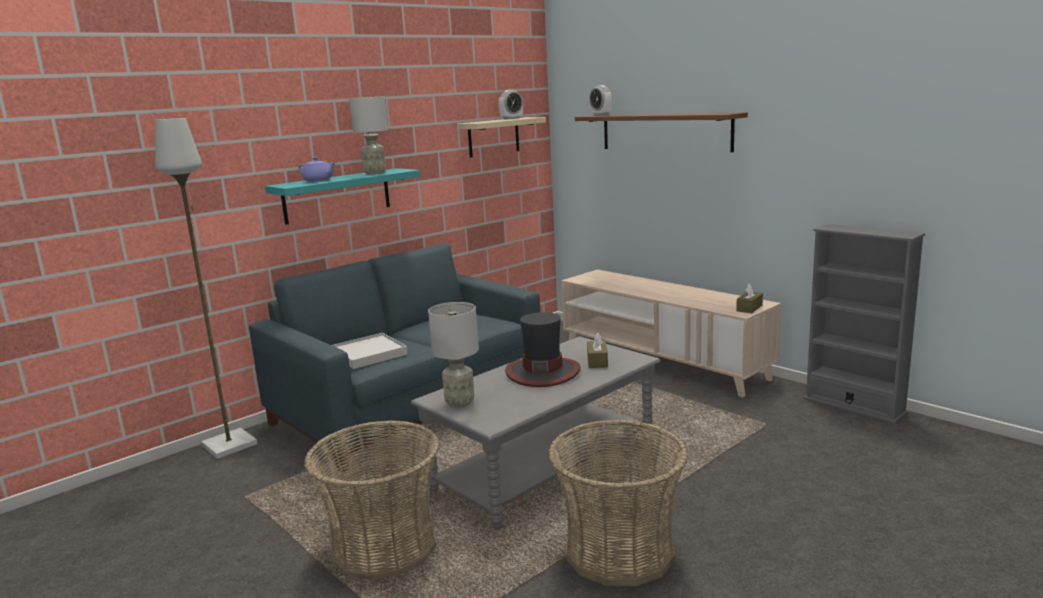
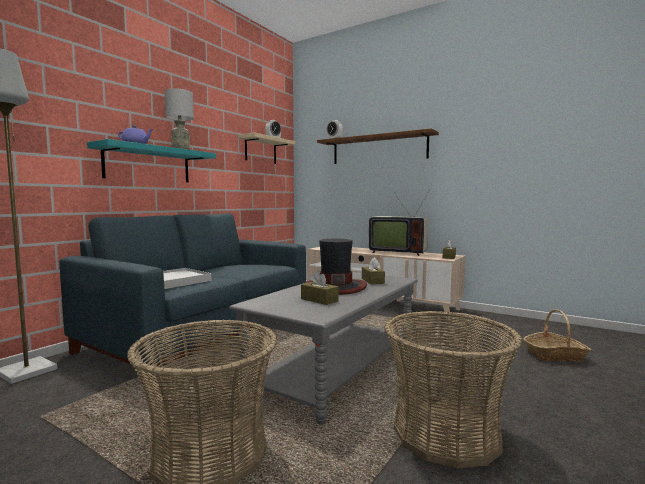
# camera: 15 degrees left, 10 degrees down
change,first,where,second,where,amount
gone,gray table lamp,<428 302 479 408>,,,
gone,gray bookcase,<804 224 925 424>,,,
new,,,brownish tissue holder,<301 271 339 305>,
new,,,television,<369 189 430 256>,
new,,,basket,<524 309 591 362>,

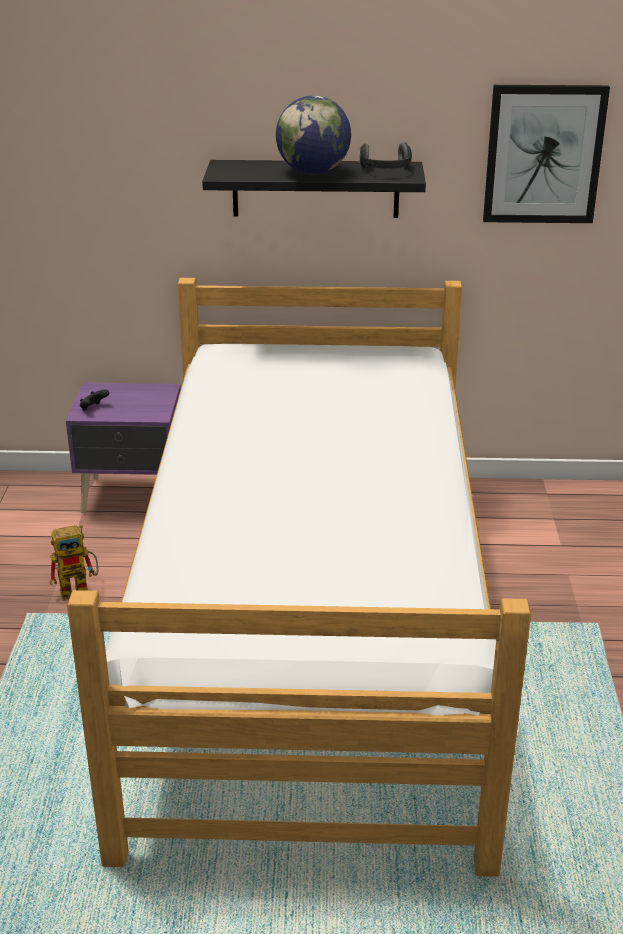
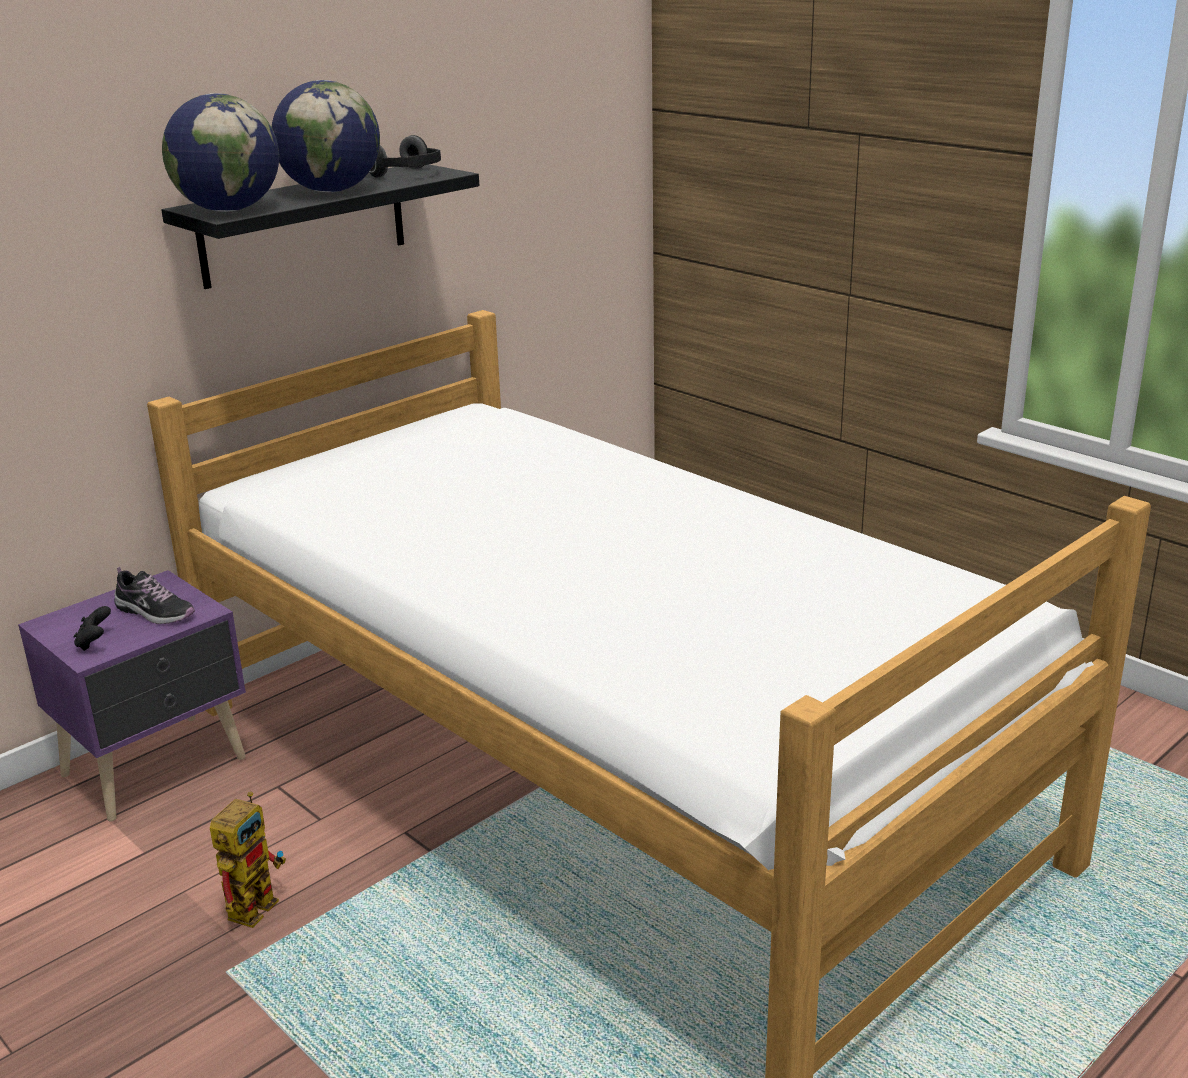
# camera: 45 degrees left, 5 degrees down
change,first,where,second,where,amount
gone,wall picture,<483 85 610 223>,,,
new,,,low shoe,<114 567 195 624>,
new,,,world globe,<162 93 279 212>,

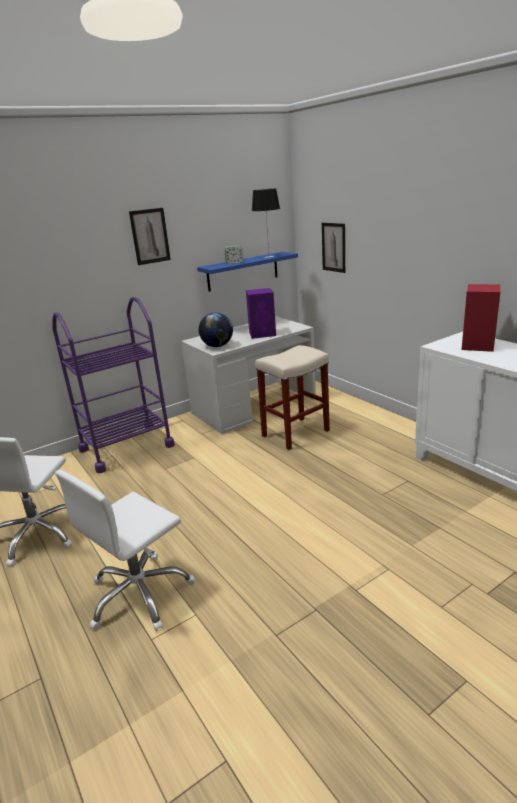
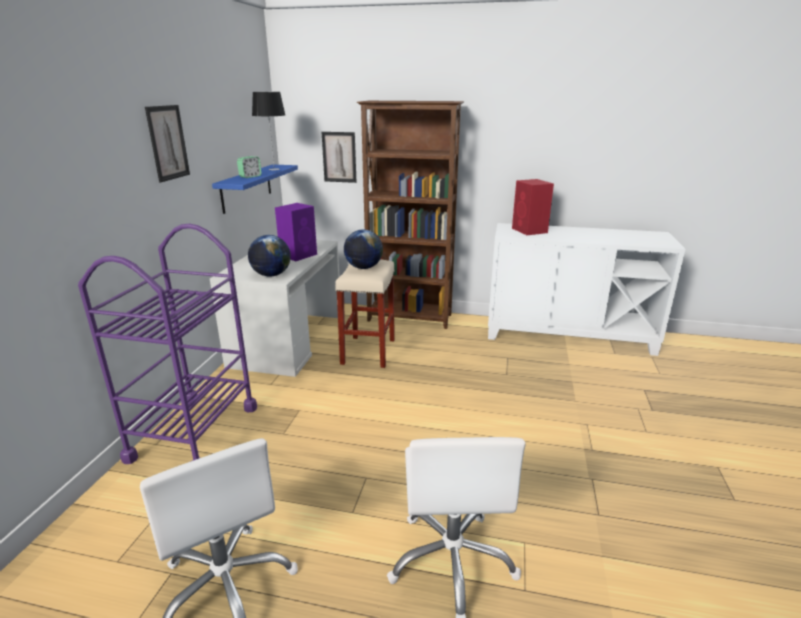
# camera: 45 degrees left, 0 degrees up
change,first,where,second,where,amount
new,,,world globe,<344 229 383 269>,
new,,,brownish bookcase,<357 101 464 329>,

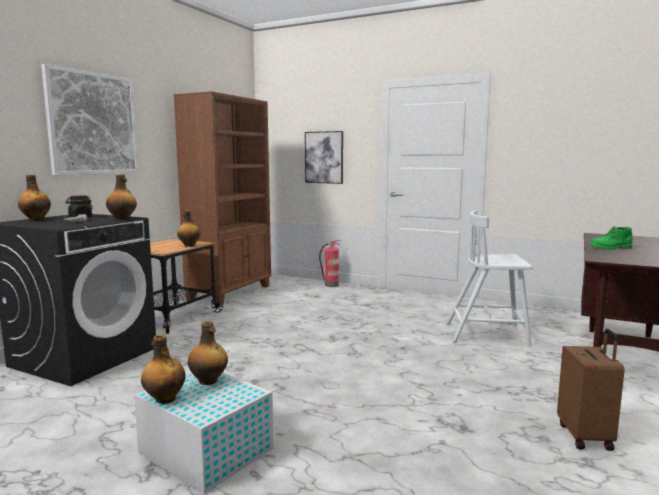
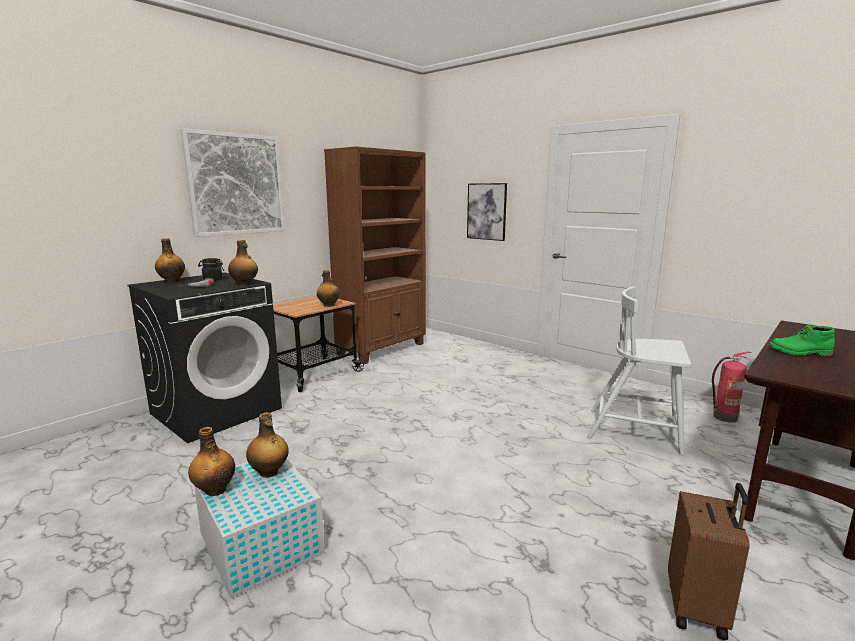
# camera: 15 degrees right, 5 degrees up
change,first,where,second,where,amount
shifted,fire extinguisher,<319 240 340 287>,,<712 352 752 423>,

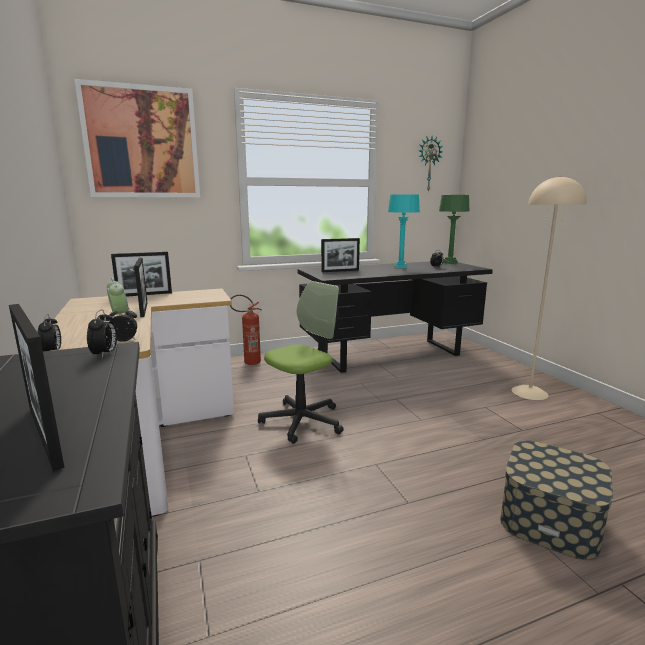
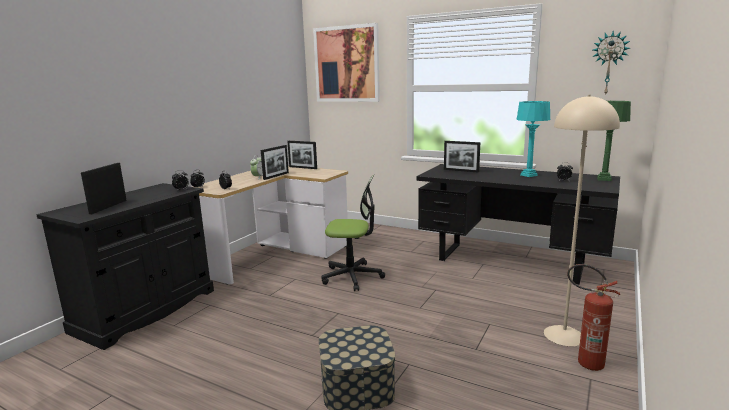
# camera: 50 degrees right, 0 degrees up
change,first,where,second,where,amount
shifted,fire extinguisher,<230 295 262 365>,,<567 264 620 371>,

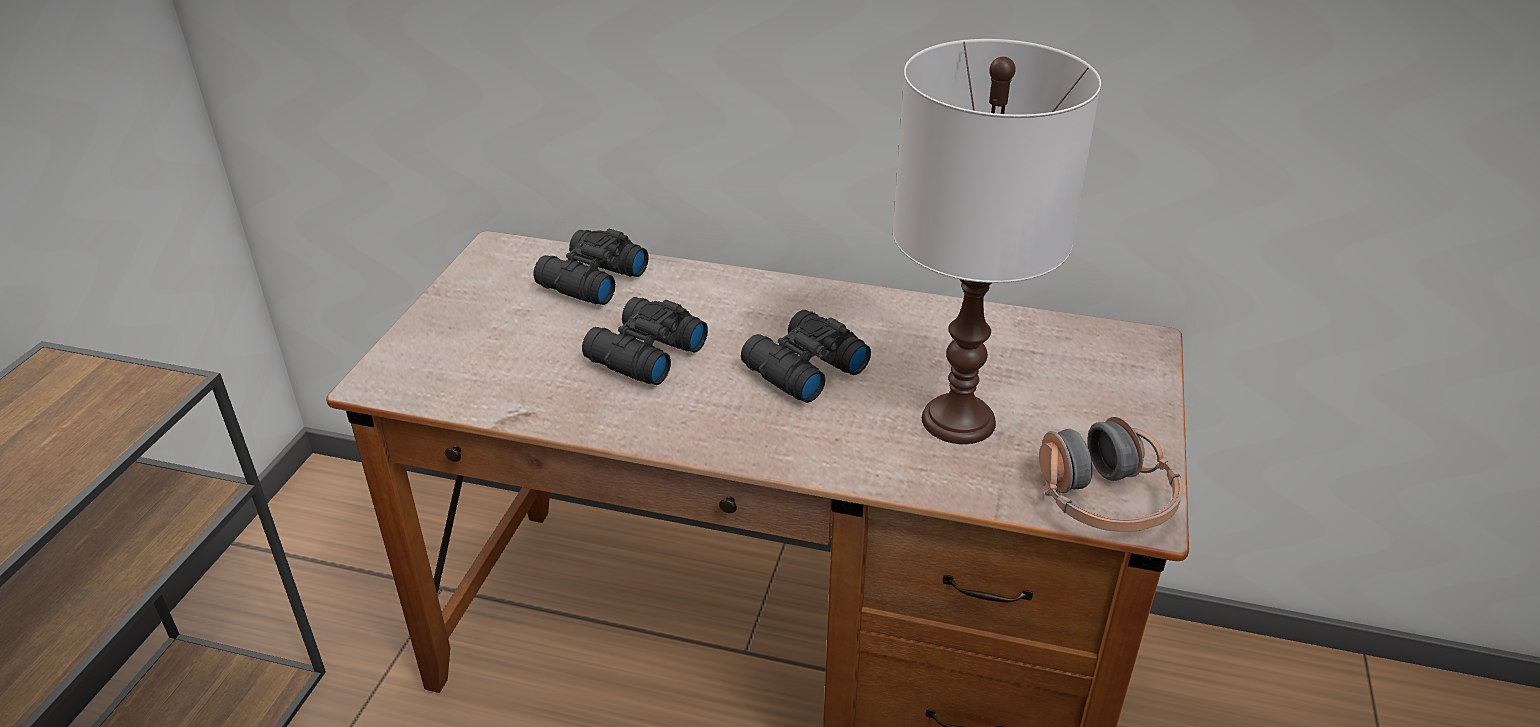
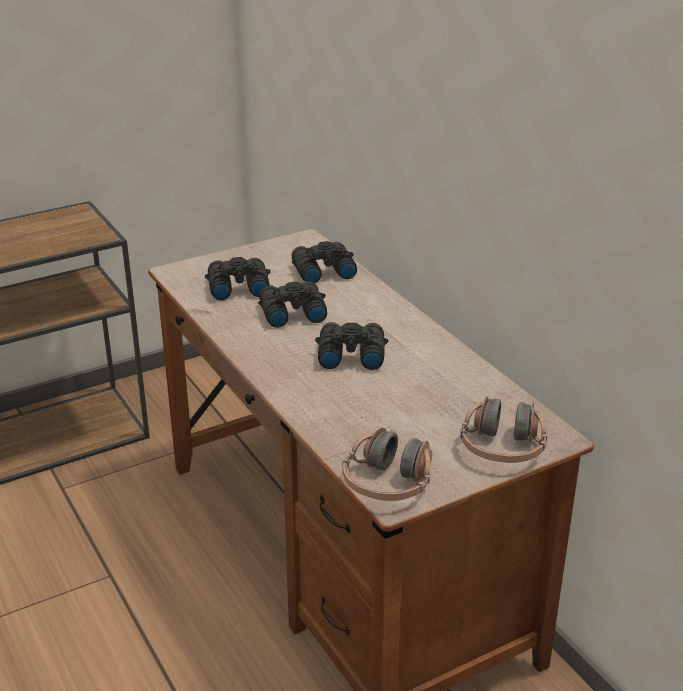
# camera: 45 degrees right, 5 degrees down
change,first,where,second,where,amount
gone,whitish table lamp,<893 39 1101 444>,,,
new,,,black-coloured binoculars,<205 257 270 300>,
new,,,headphones,<460 396 547 463>,

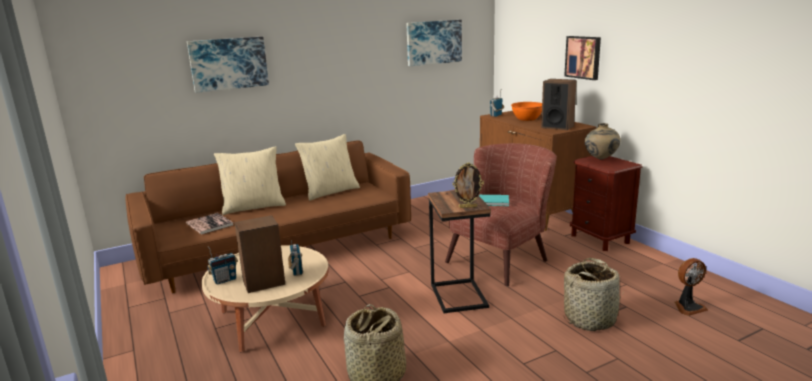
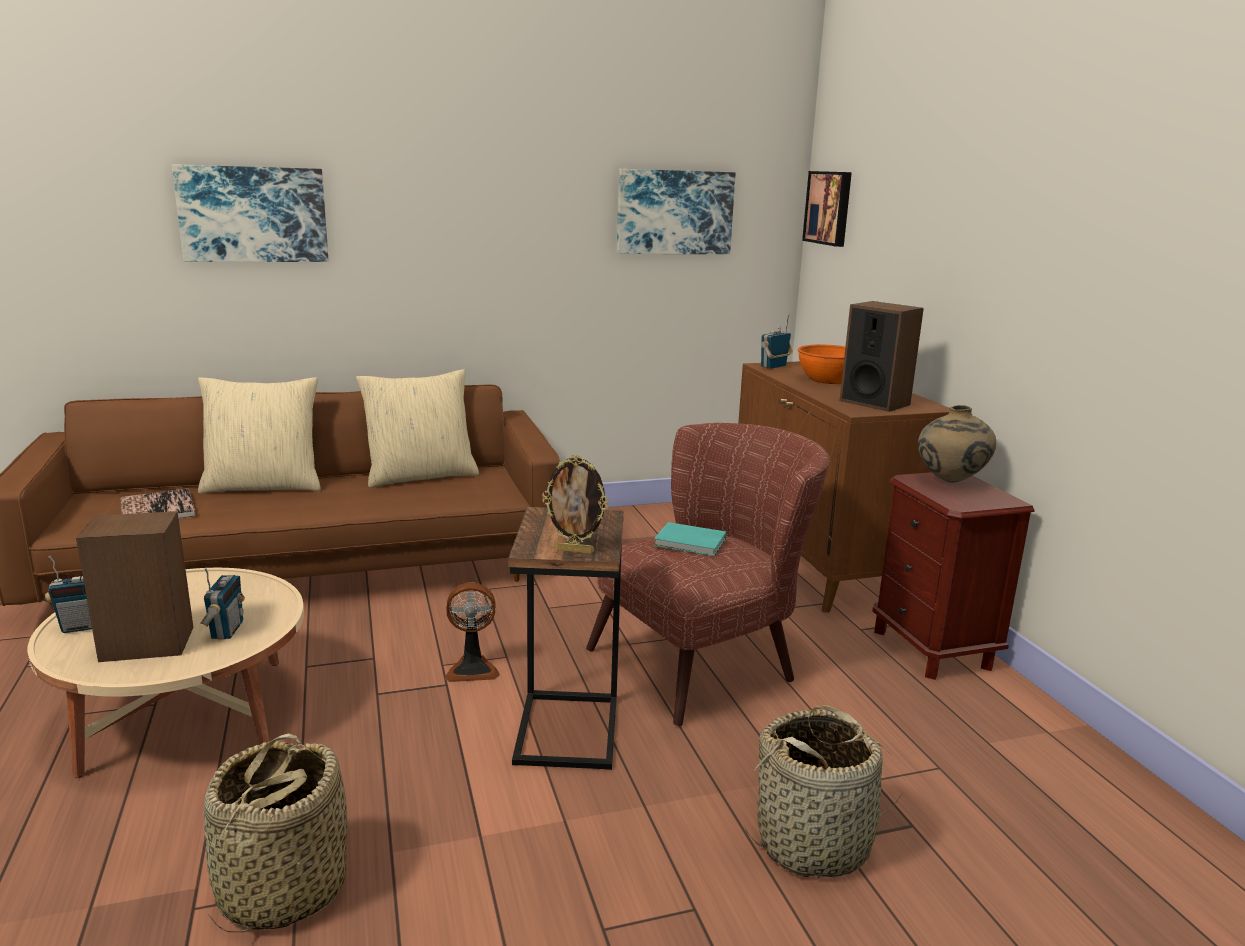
# camera: 10 degrees right, 0 degrees up
change,first,where,second,where,amount
shifted,wall picture,<564 36 601 80>,,<802 171 852 247>,
shifted,electric fan,<674 258 708 316>,,<445 583 499 682>,

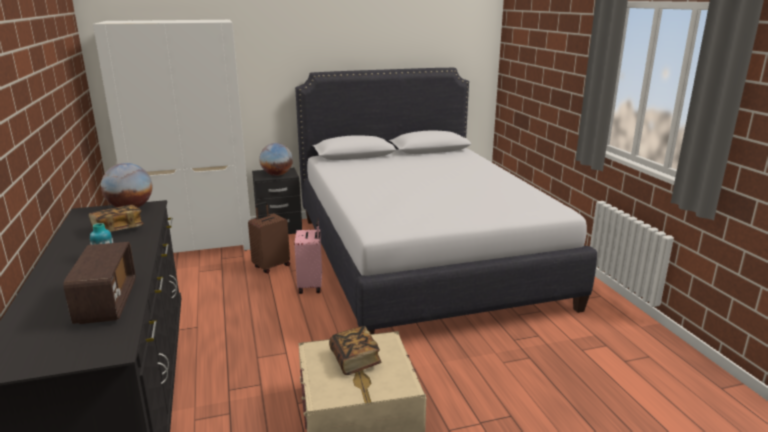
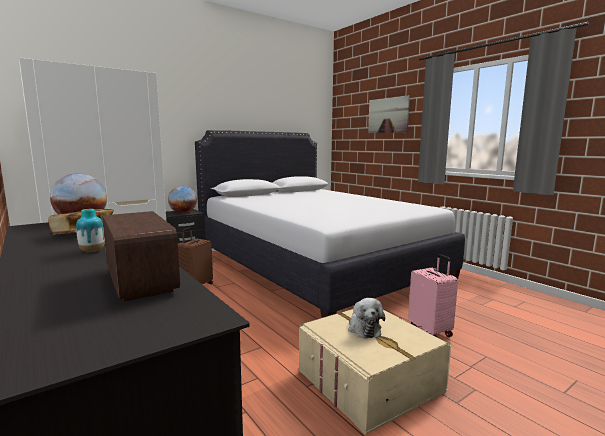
# camera: 20 degrees left, 10 degrees down
change,first,where,second,where,amount
shifted,pinkish suitcase,<294 218 322 294>,,<408 254 458 337>,
swapped,book,<329 326 381 375>,soft toy,<348 298 385 338>,
new,,,wall picture,<368 95 410 133>,

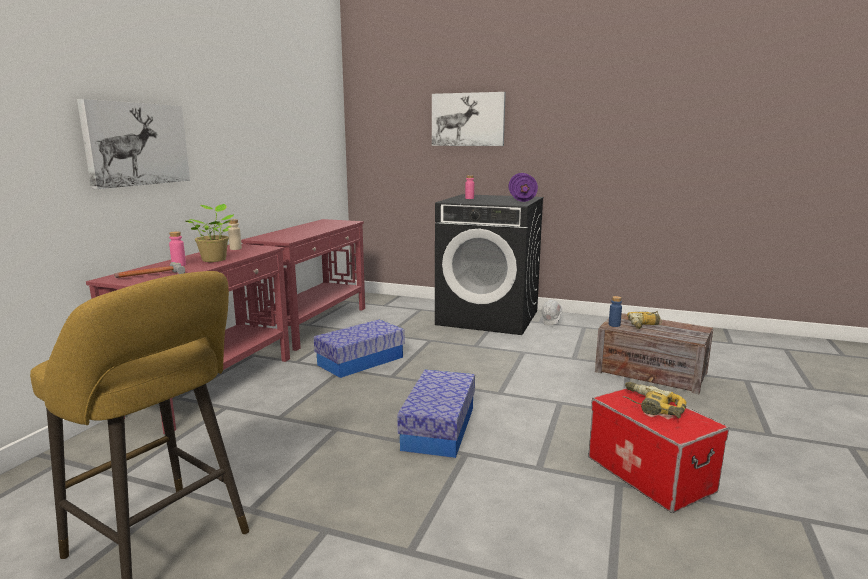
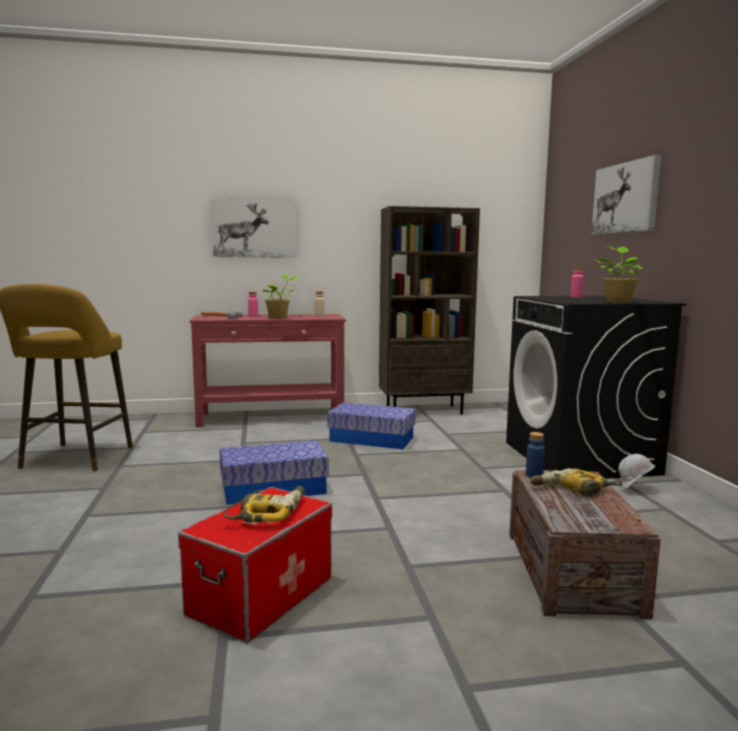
# camera: 60 degrees right, 5 degrees down
change,first,where,second,where,amount
swapped,red narrow table,<241 219 365 351>,brownish bookcase,<379 206 480 414>,
swapped,purple free weight,<509 173 538 202>,potted plant,<595 246 643 303>,

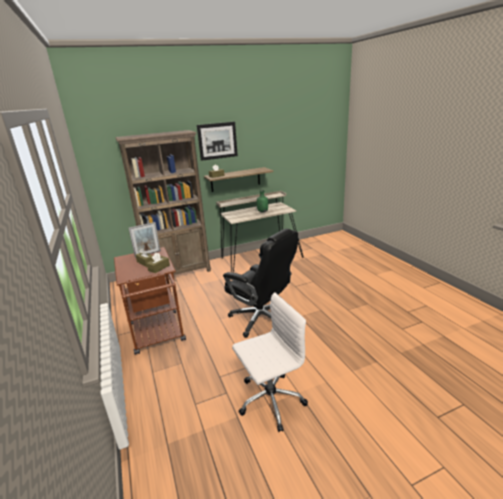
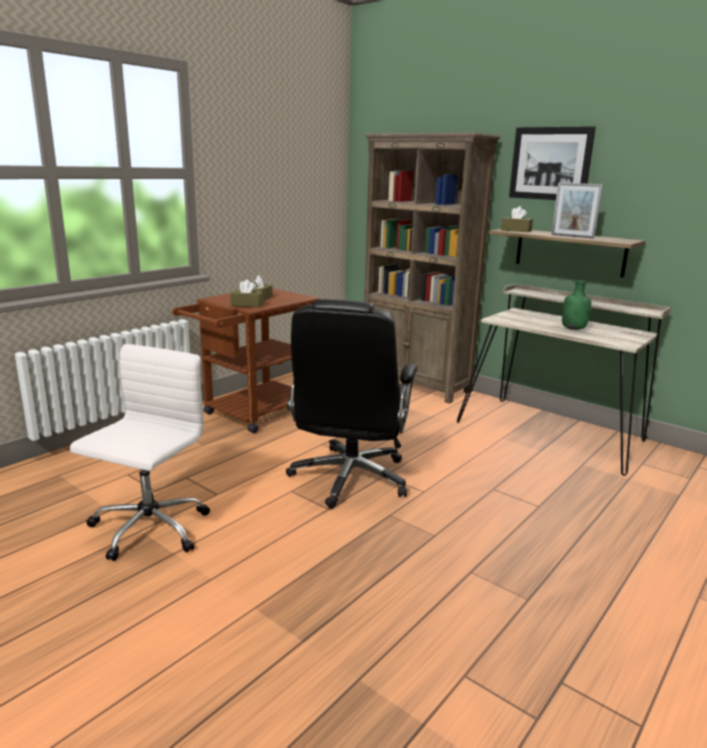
# camera: 60 degrees right, 5 degrees down
change,first,where,second,where,amount
shifted,standing frame,<129 222 161 258>,,<551 183 603 239>,
rotated,whitish office chair,<232 292 308 432>,,<70 344 210 561>,105 degrees counterclockwise

